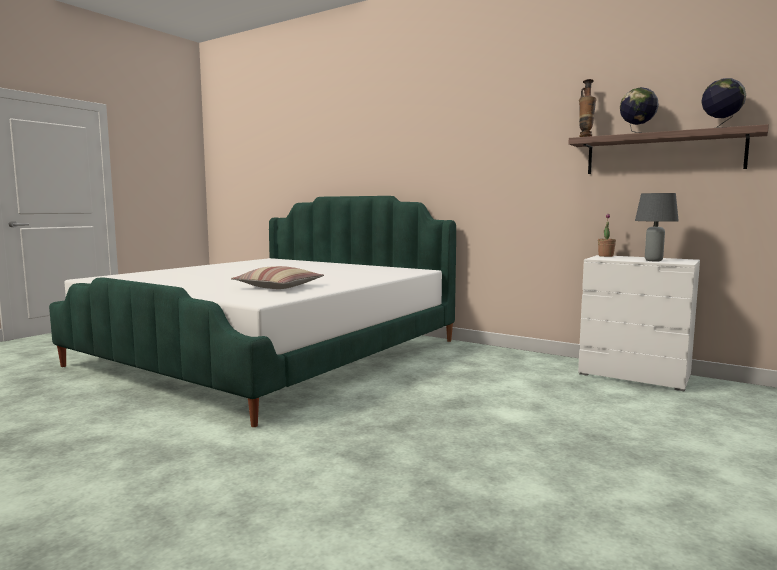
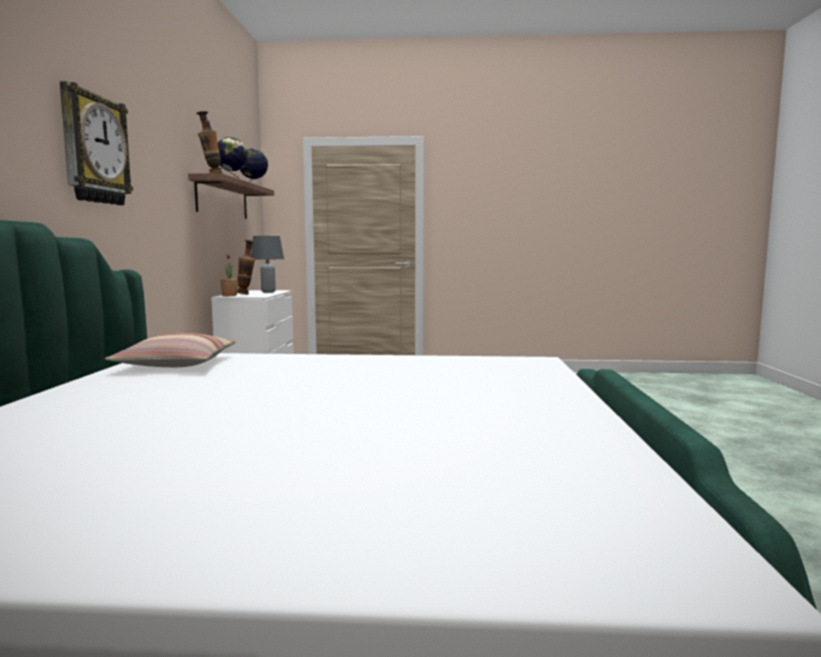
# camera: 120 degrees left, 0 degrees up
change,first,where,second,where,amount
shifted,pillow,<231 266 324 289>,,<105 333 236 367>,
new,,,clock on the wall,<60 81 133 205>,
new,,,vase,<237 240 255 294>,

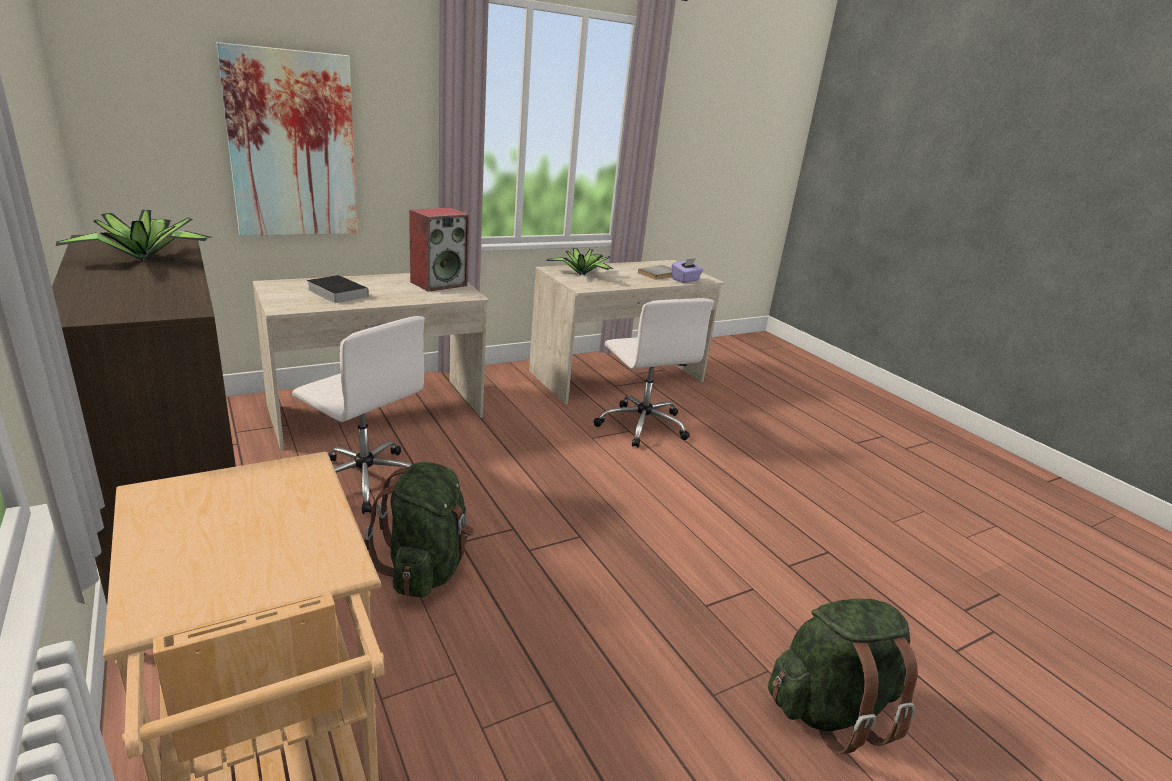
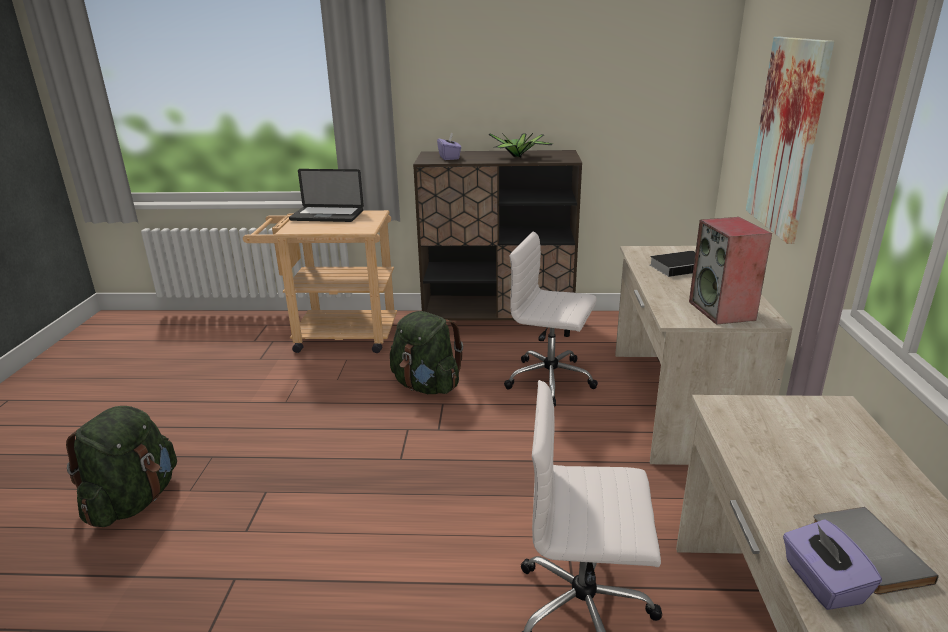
# camera: 125 degrees right, 0 degrees up
change,first,where,second,where,amount
rotated,whitish office chair,<292 316 425 514>,,<504 232 598 407>,45 degrees clockwise
gone,potted plant,<546 248 613 275>,,,
new,,,laptop,<289 169 364 222>,
new,,,purple tissue holder,<437 133 461 160>,

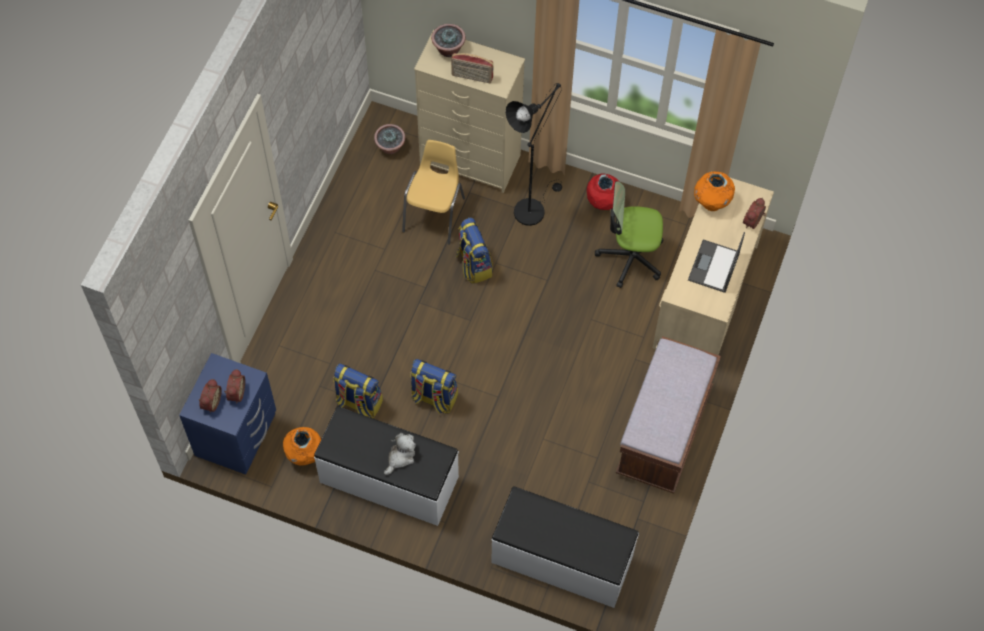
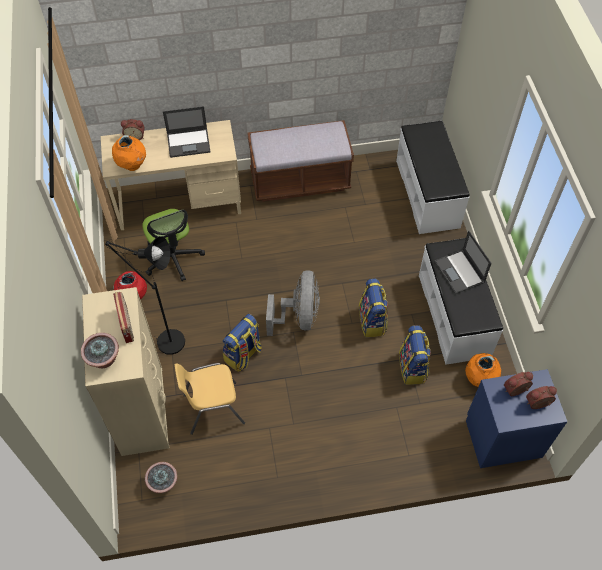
# camera: 120 degrees left, 5 degrees down
change,first,where,second,where,amount
swapped,soft toy,<384 433 416 475>,laptop,<434 230 492 294>,
new,,,gray electric fan,<266 270 320 336>,

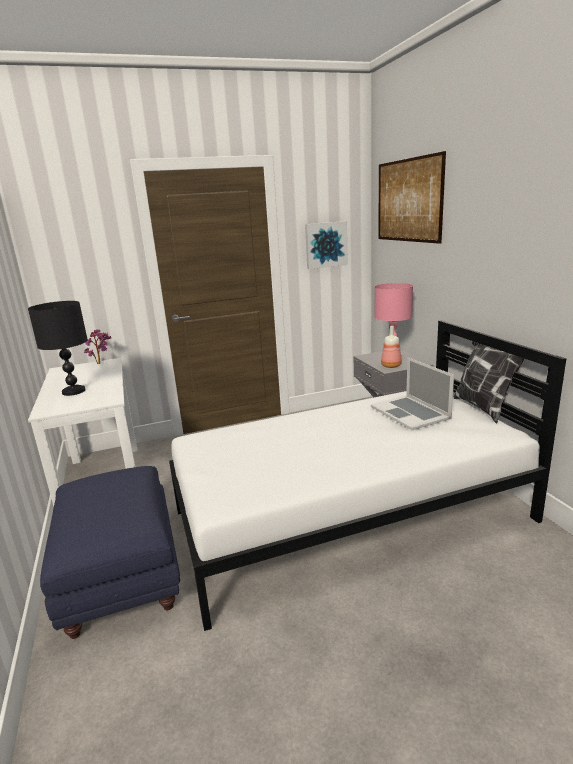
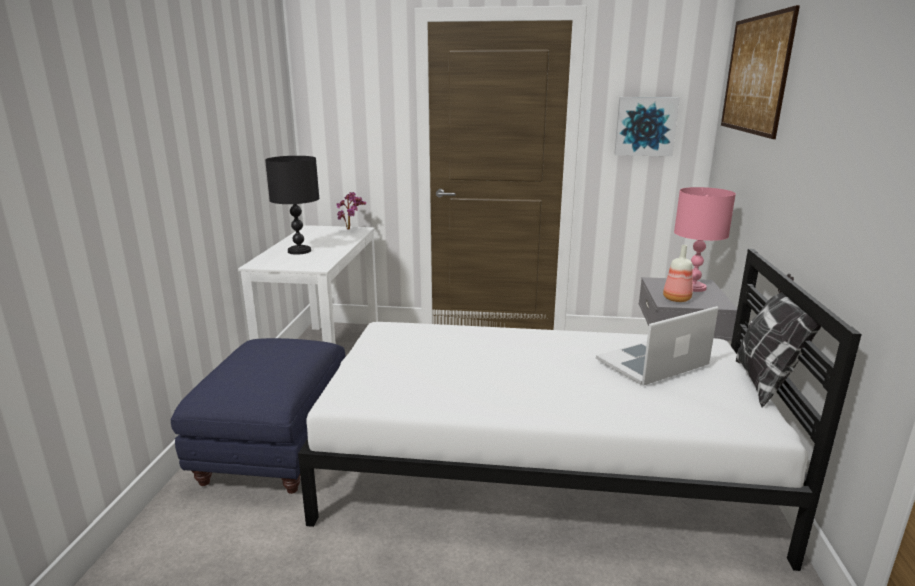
# camera: 25 degrees right, 0 degrees up
change,first,where,second,where,amount
rotated,laptop,<371 357 454 430>,,<596 306 718 386>,60 degrees clockwise

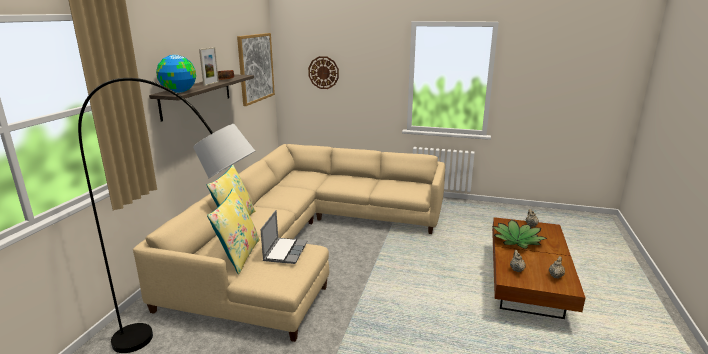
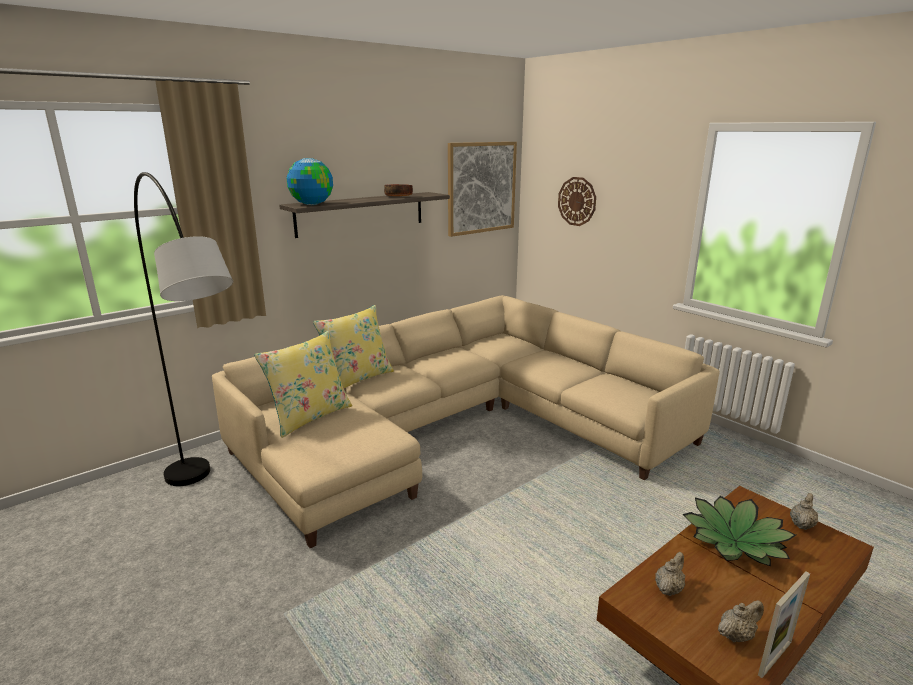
# camera: 35 degrees right, 0 degrees up
change,first,where,second,where,amount
shifted,standing frame,<199 47 219 86>,,<758 572 810 678>,
gone,laptop,<260 210 308 264>,,,

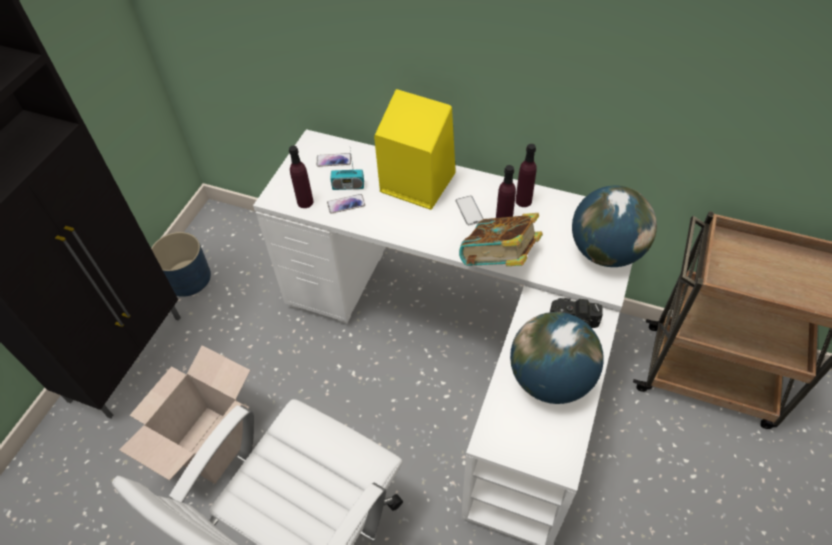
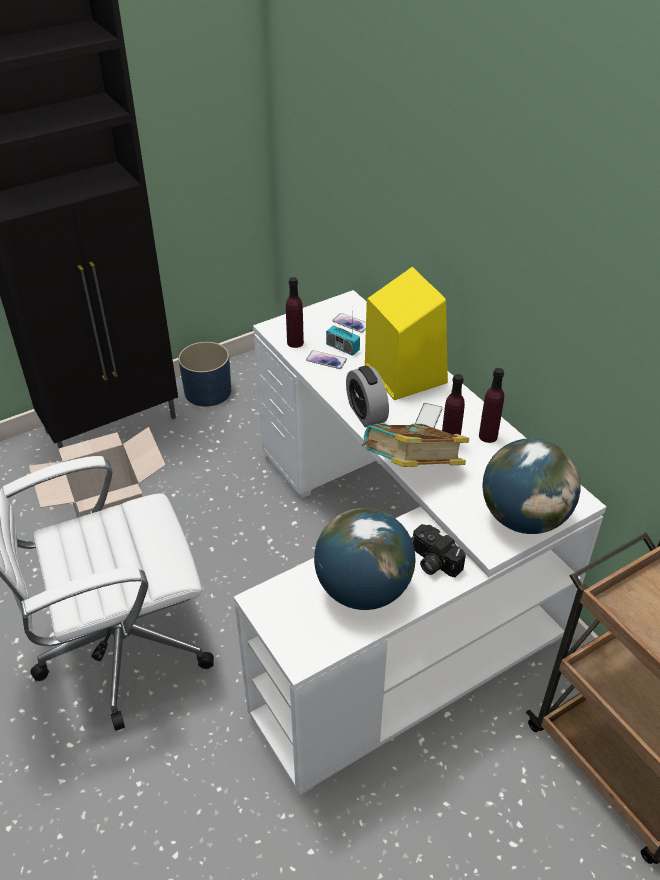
# camera: 35 degrees right, 10 degrees down
change,first,where,second,where,amount
new,,,bedside clock,<346 366 389 427>,

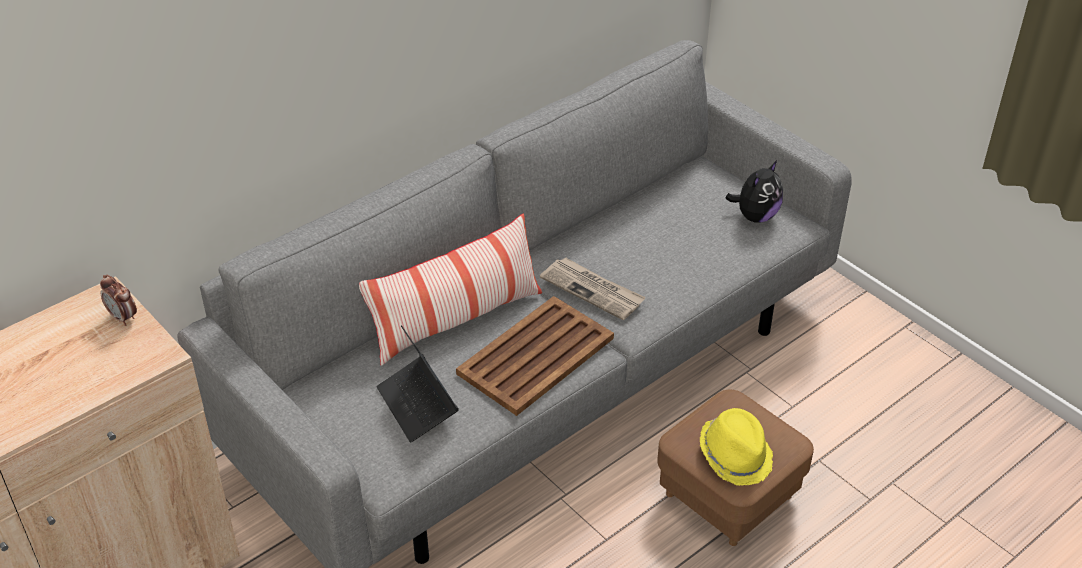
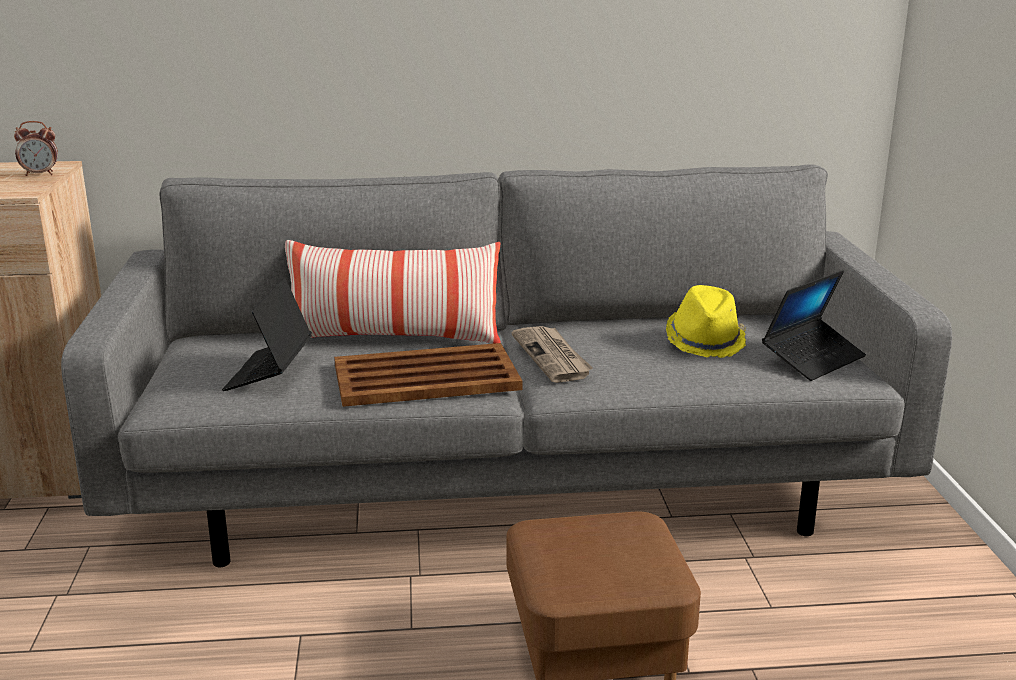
# camera: 35 degrees right, 20 degrees down
change,first,where,second,where,amount
rotated,bedside clock,<100 275 137 326>,,<14 121 58 176>,90 degrees counterclockwise
shifted,yellow-coloured hat,<700 408 773 486>,,<666 285 746 358>,
swapped,soft toy,<725 160 783 223>,laptop,<762 270 866 381>,

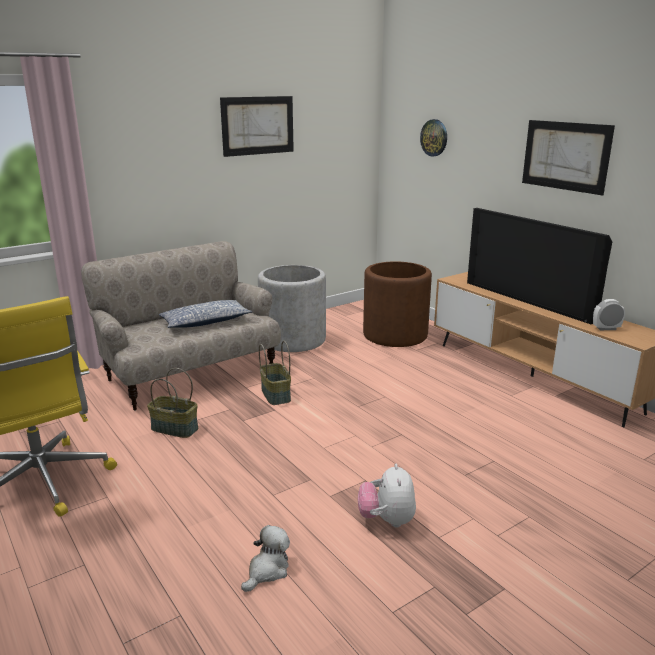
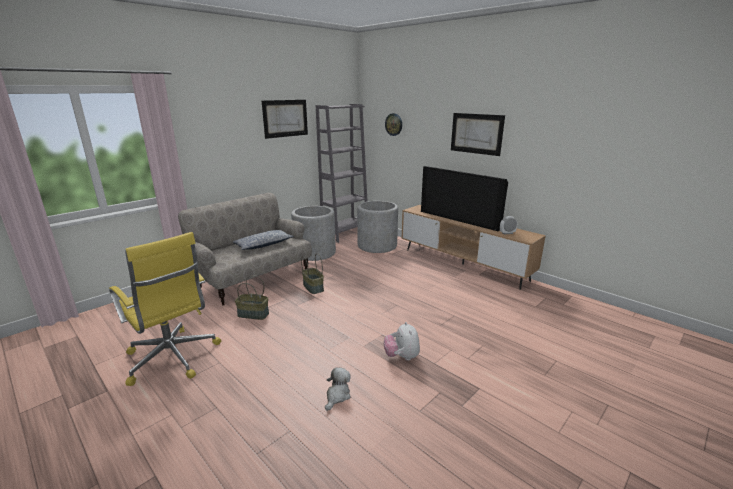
# camera: 10 degrees left, 0 degrees up
change,first,where,second,where,amount
repainted,brownish plant pot,<363 262 432 347>,gray plant pot,<357 201 398 253>,
new,,,gray bookcase,<316 104 368 243>,

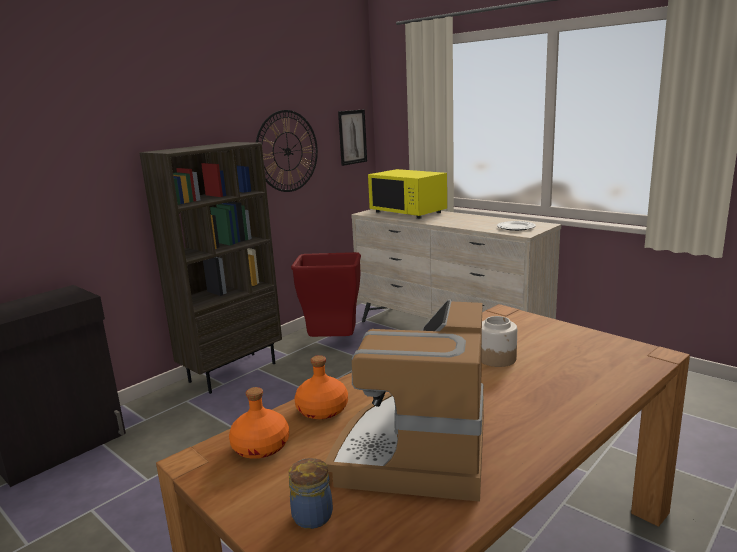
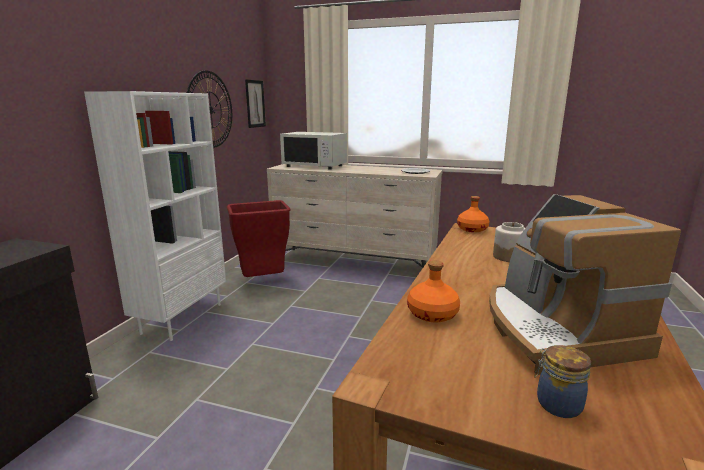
# camera: 25 degrees left, 0 degrees up
change,first,where,second,where,amount
repainted,brownish bookcase,<139 142 282 394>,whitish bookcase,<84 91 226 341>,
shifted,orange bottle,<229 387 289 459>,,<457 196 489 232>,
repainted,yellow-coloured kitchen microwave,<368 169 447 219>,whitish kitchen microwave,<280 132 347 170>,

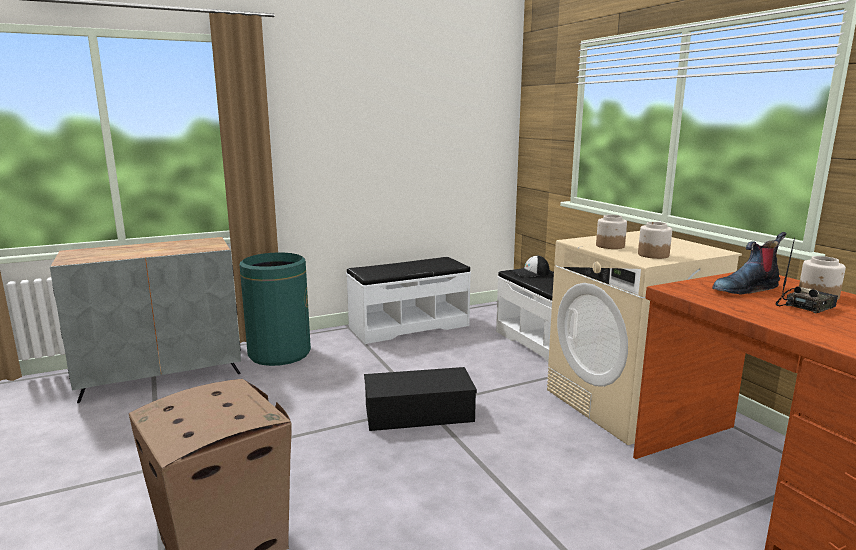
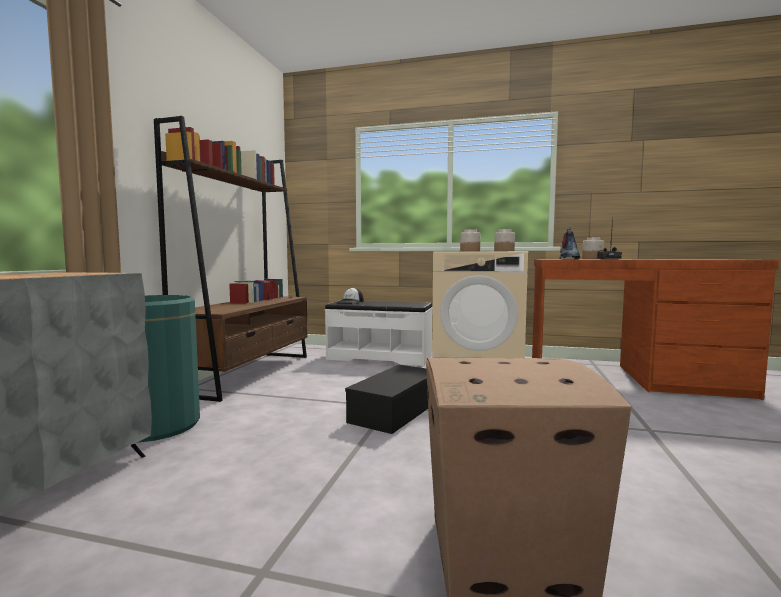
# camera: 50 degrees left, 10 degrees down
change,first,where,second,where,amount
swapped,whitish long seat,<346 257 471 344>,brownish bookcase,<154 116 308 402>,

